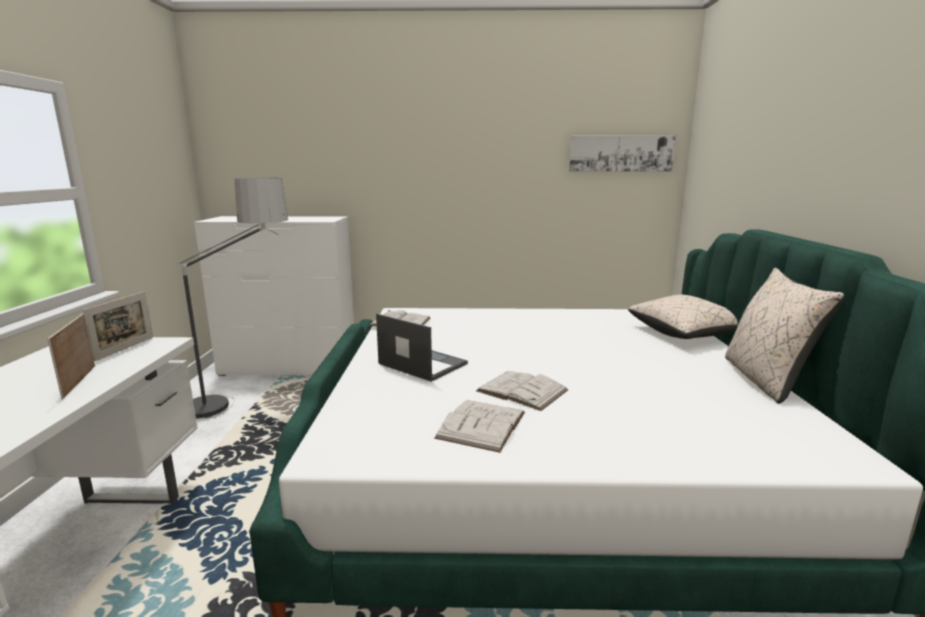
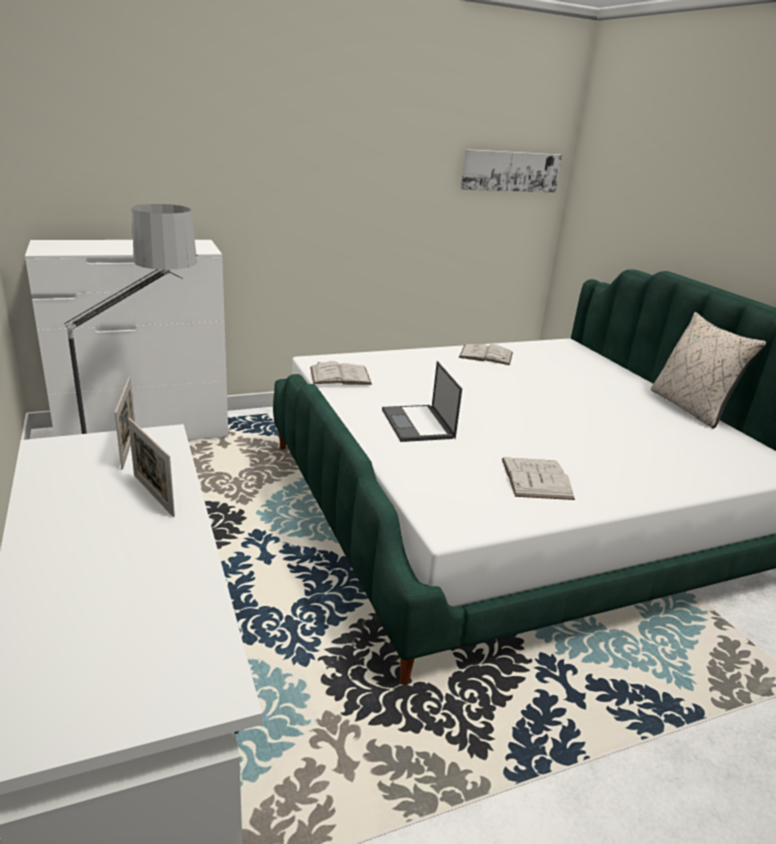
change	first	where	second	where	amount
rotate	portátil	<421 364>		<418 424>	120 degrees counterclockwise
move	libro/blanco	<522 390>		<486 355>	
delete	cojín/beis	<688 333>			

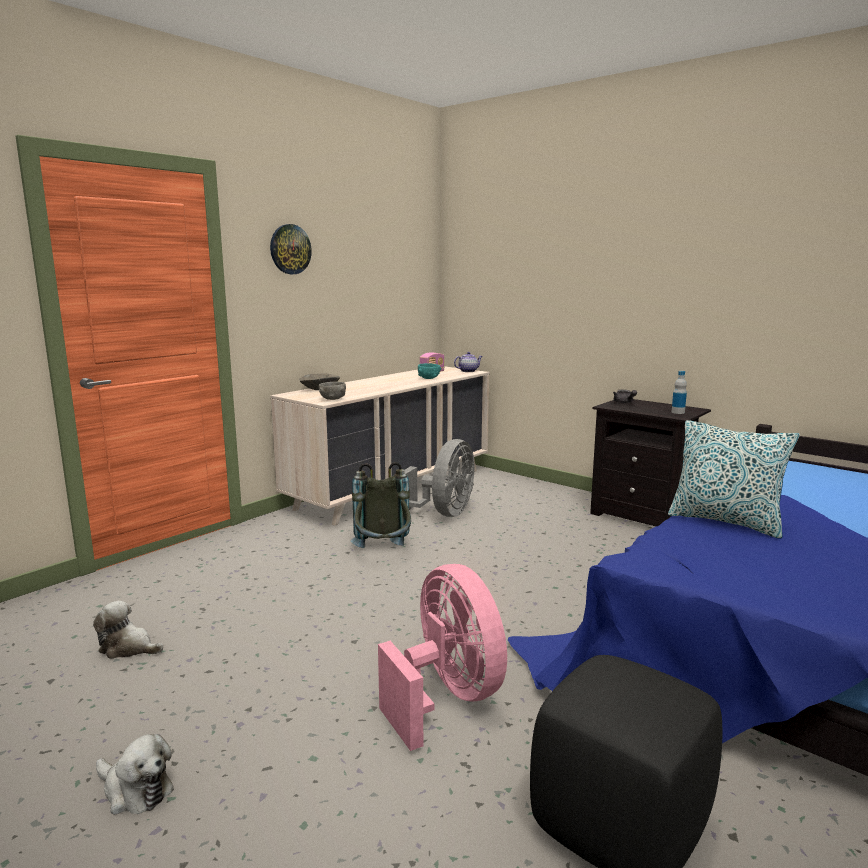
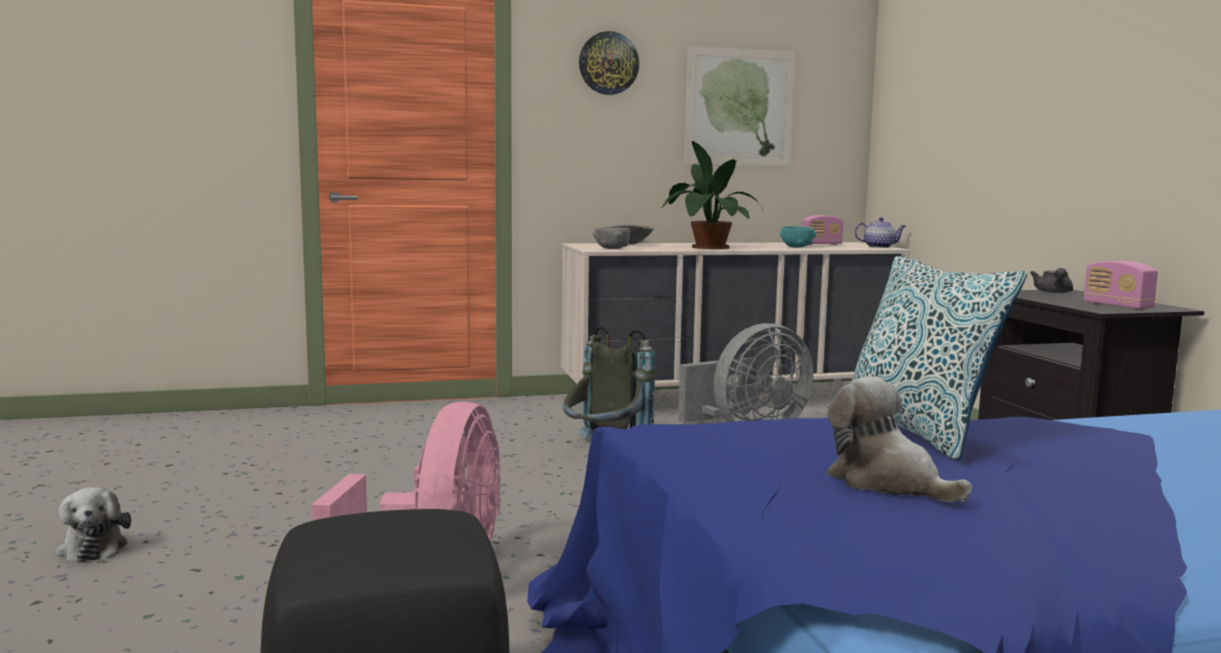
change	first	where	second	where	amount
move	peluche	<128 648>		<887 482>	
replace	botella	<678 412>	radio	<1117 306>	
insert			planta en maceta	<707 247>	
insert			cuadro	<739 108>	

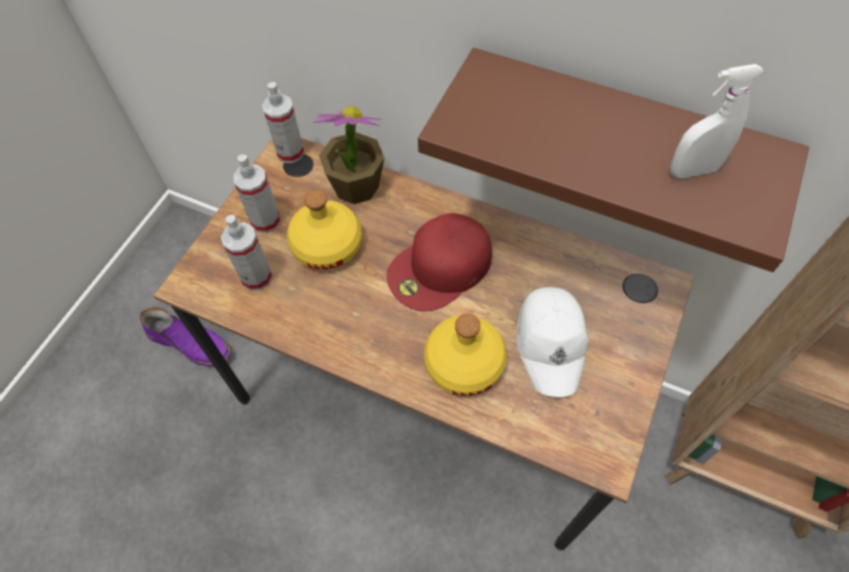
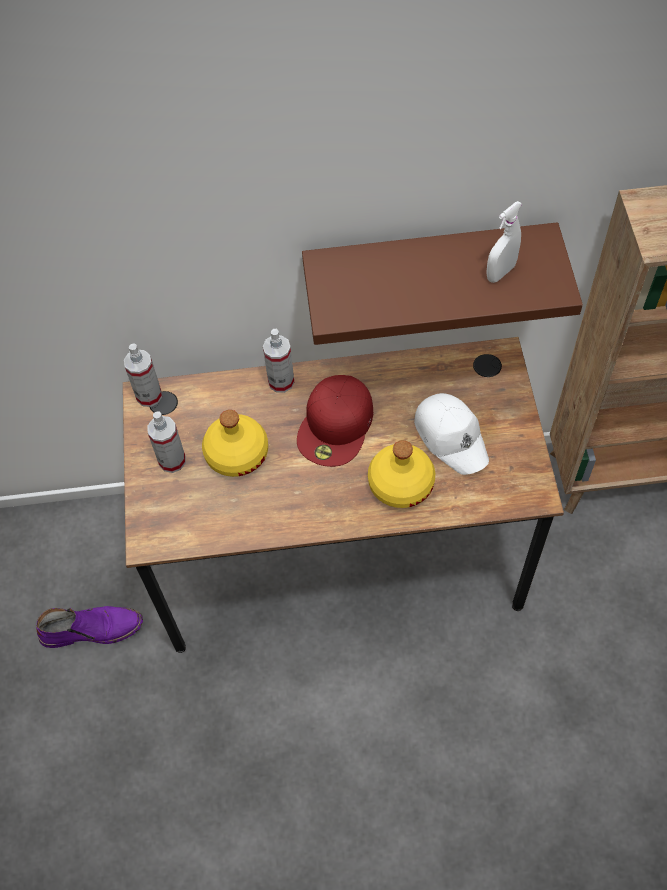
change	first	where	second	where	amount
move	pulverizador	<256 277>		<281 382>	
delete	planta en maceta	<356 186>			

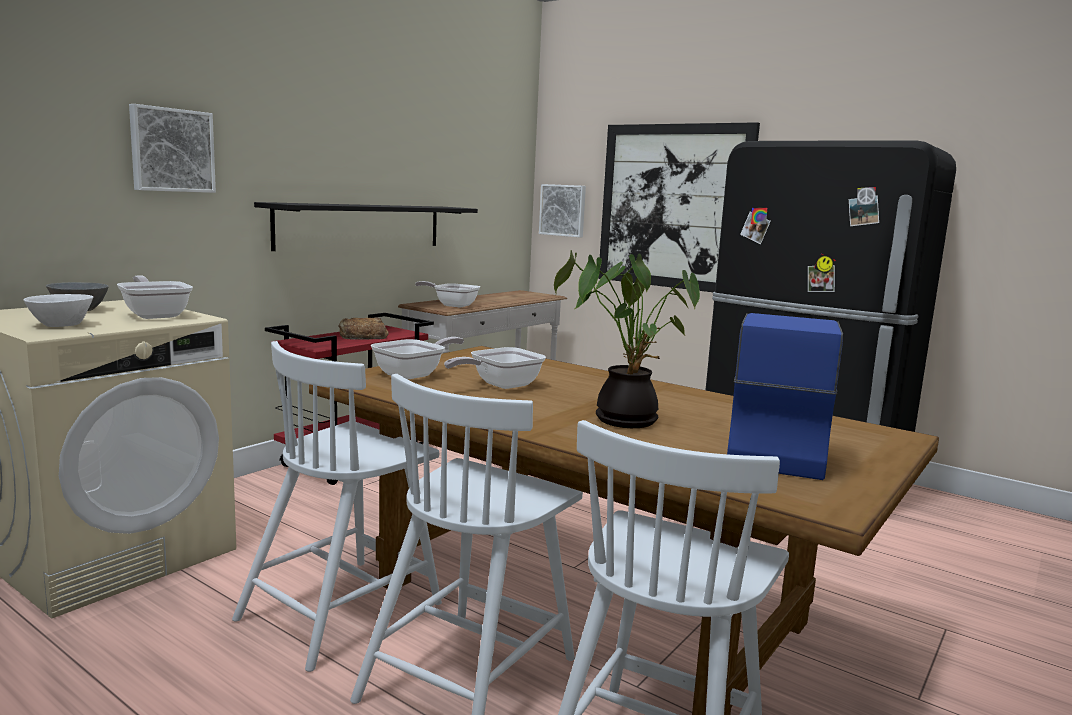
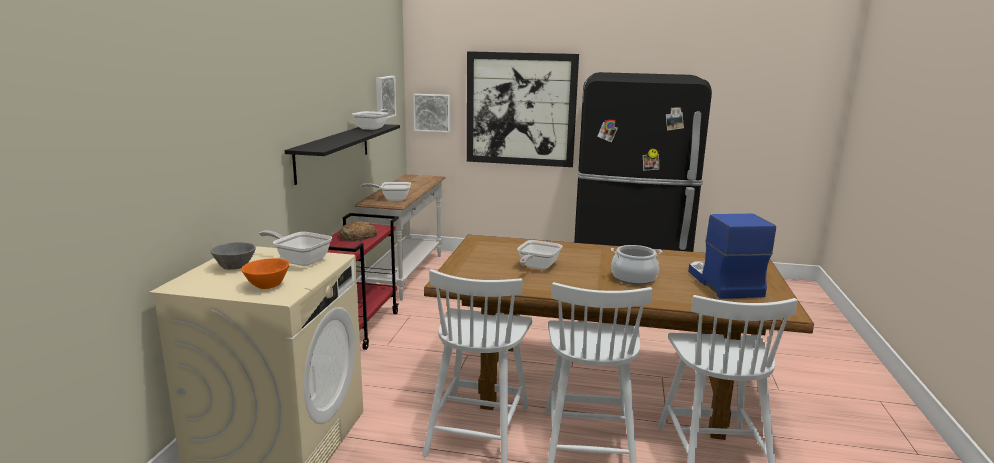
change	first	where	second	where	amount
recolor	cuenco/blanco	<61 325>	cuenco/naranja	<266 285>	
move	cuadro	<171 150>		<384 97>	
move	sartén	<414 374>		<373 128>	
replace	planta en maceta	<624 419>	olla	<634 278>	

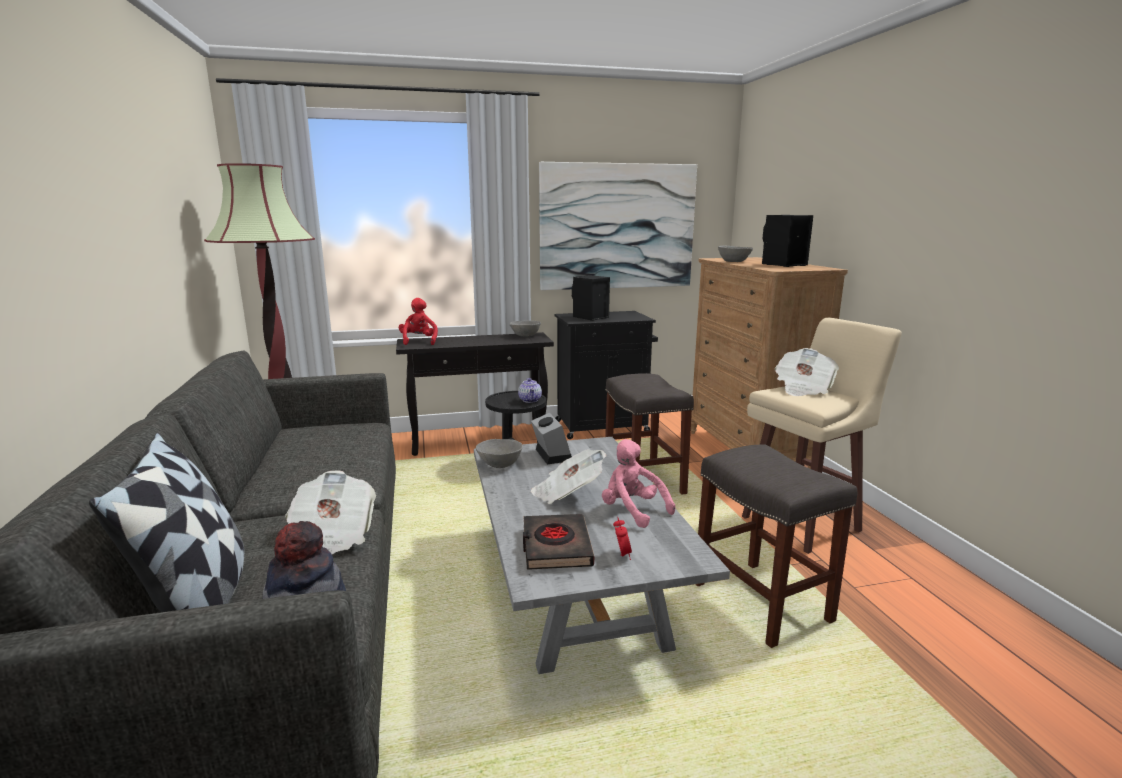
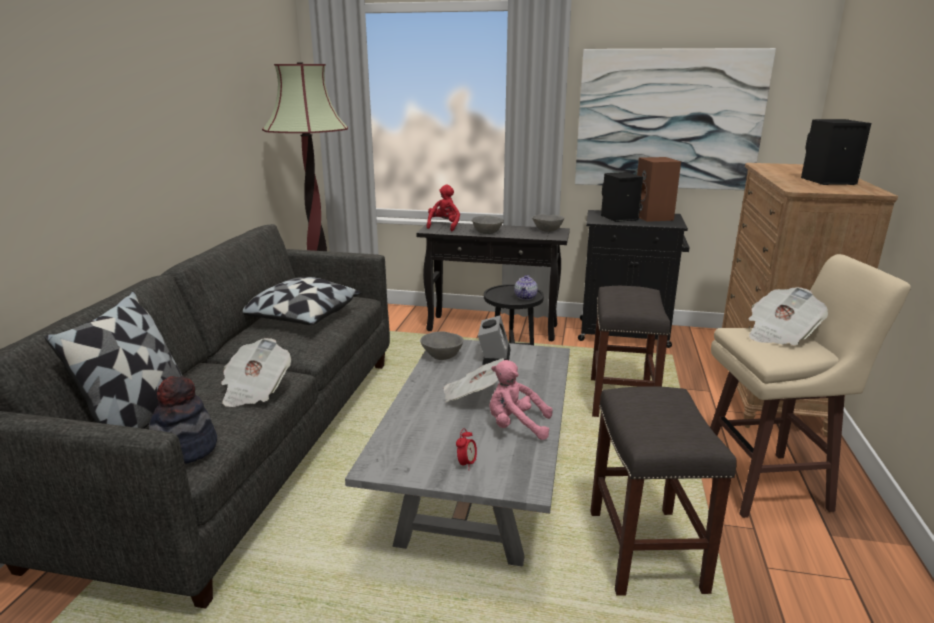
change	first	where	second	where	amount
delete	libro/negro	<556 547>			
rotate	peluche/rosa	<632 511>		<516 426>	60 degrees counterclockwise
move	cuenco/gris	<734 261>		<487 232>	
insert			cojín	<302 318>	
insert			altavoz/marrón	<654 217>	

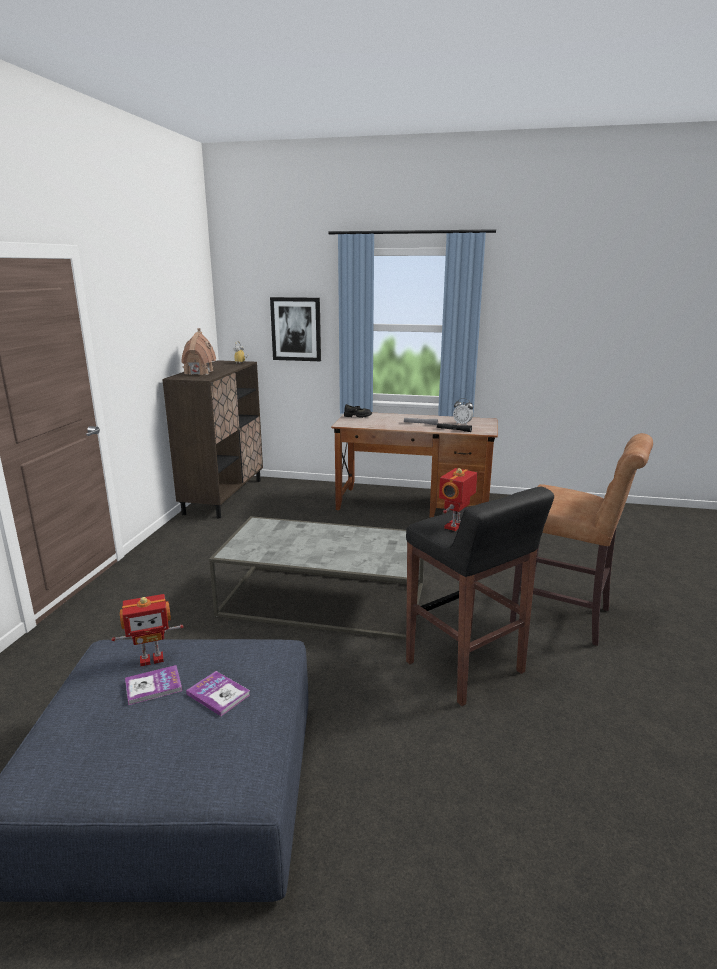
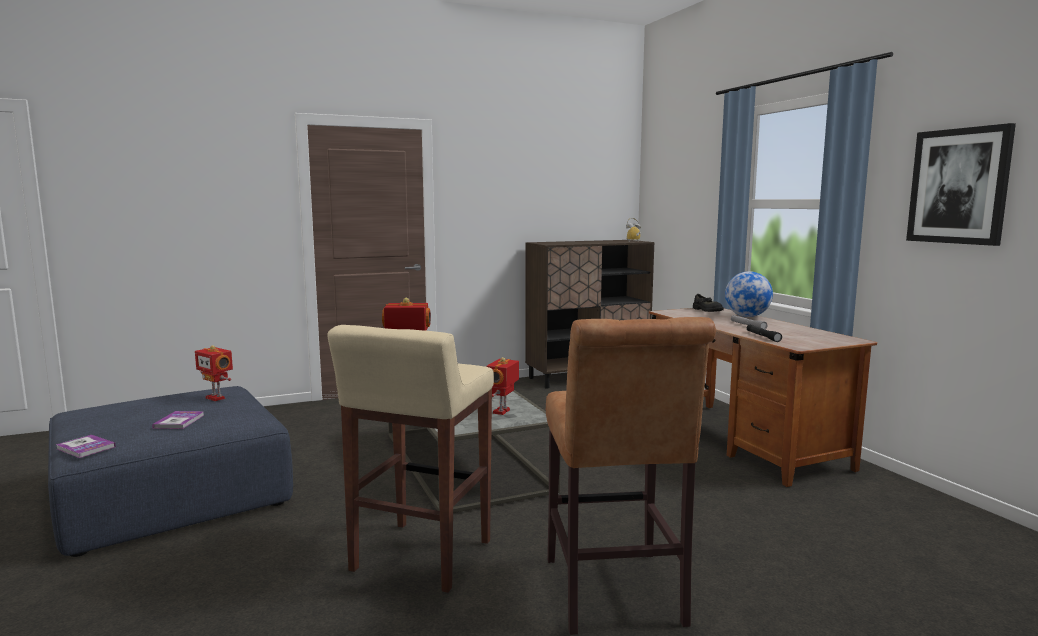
change	first	where	second	where	amount
move	libro	<153 686>		<86 448>	
delete	casita	<198 372>			
move	cuadro	<296 329>		<958 186>	
recolor	taburete/negro	<465 668>	taburete/beis	<420 557>	
delete	despertador	<462 424>			
insert			robot de juguete	<502 411>	
insert			globo terráqueo	<747 316>	

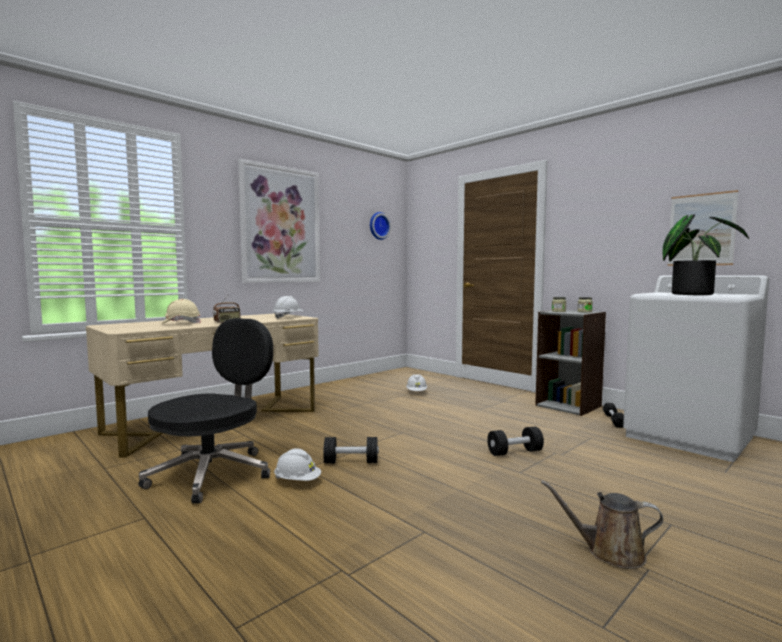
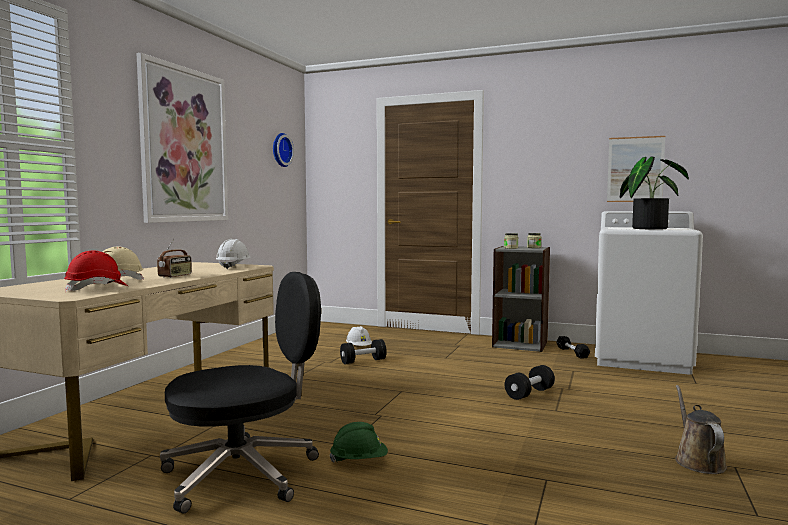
change	first	where	second	where	amount
rotate	silla de oficina/negro	<213 473>		<244 473>	60 degrees clockwise
recolor	casco/blanco	<297 481>	casco/verde	<359 461>	
move	mancuerna/negro	<351 462>		<363 361>	
rotate	regadera/marrón	<609 552>		<697 461>	105 degrees clockwise
insert			casco/rojo	<97 289>	

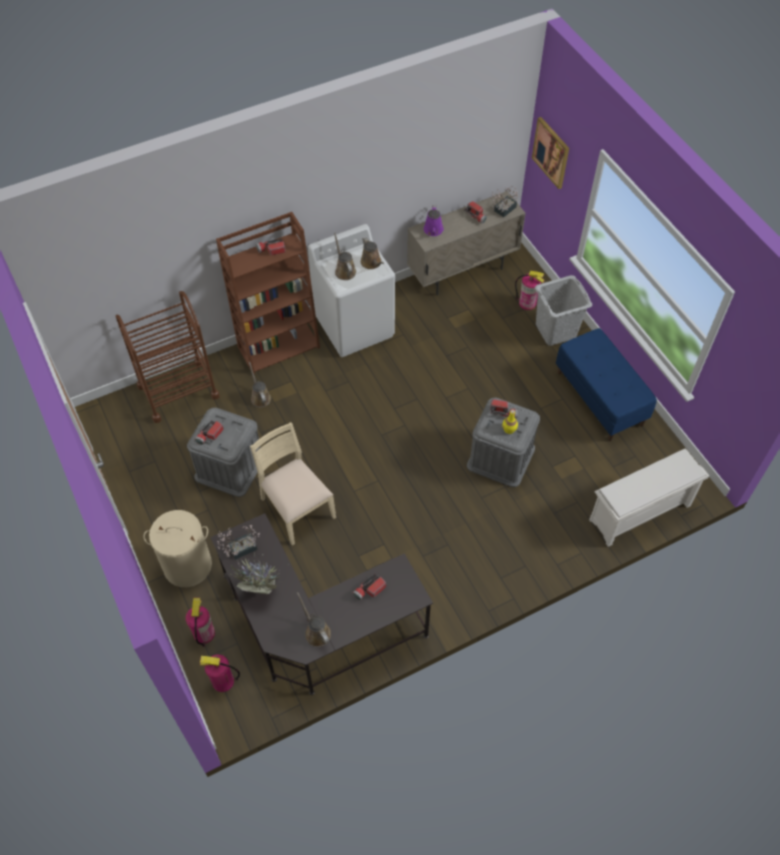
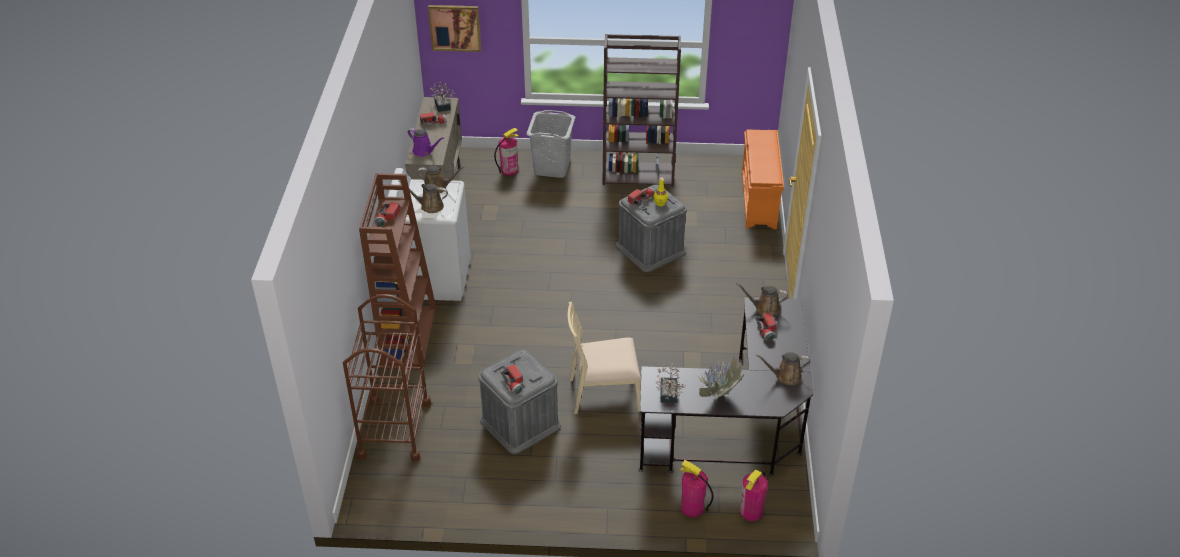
change	first	where	second	where	amount
delete	cesto de la ropa/beis	<187 565>			
move	regadera/marrón	<260 397>		<764 309>	
replace	banco/azul	<600 398>	estantería/marrón	<639 174>	
recolor	zapatero/blanco	<639 514>	zapatero/naranja	<759 201>	

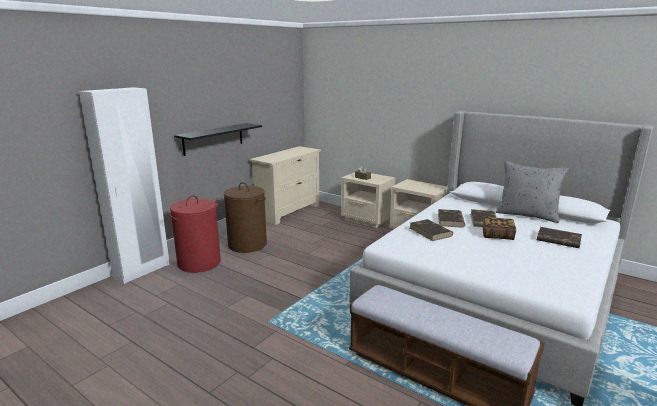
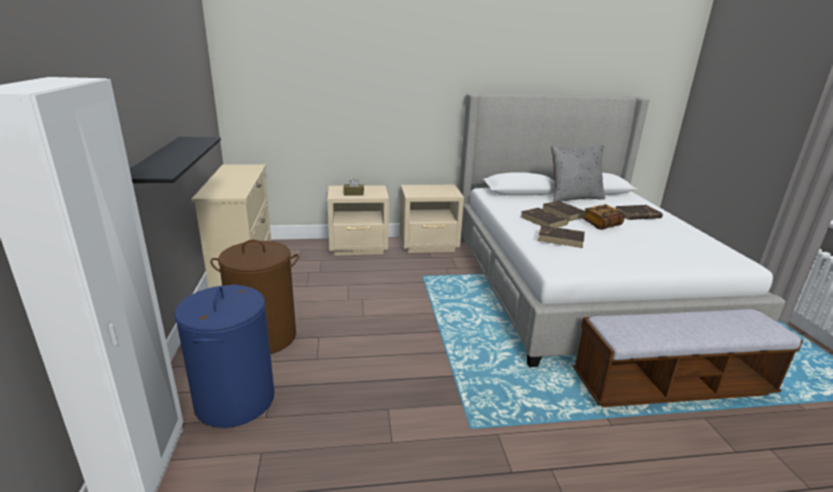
change	first	where	second	where	amount
recolor	cesto de la ropa/rojo	<199 263>	cesto de la ropa/azul	<235 400>	

